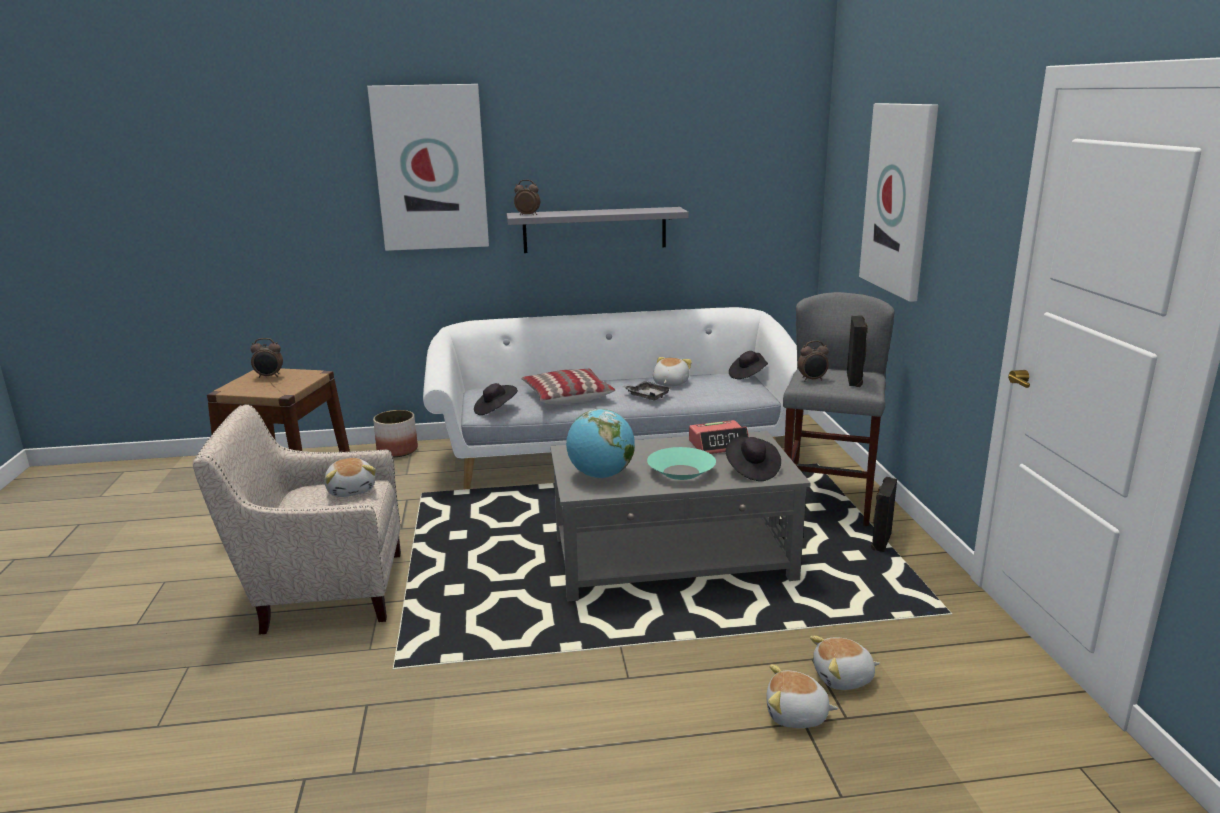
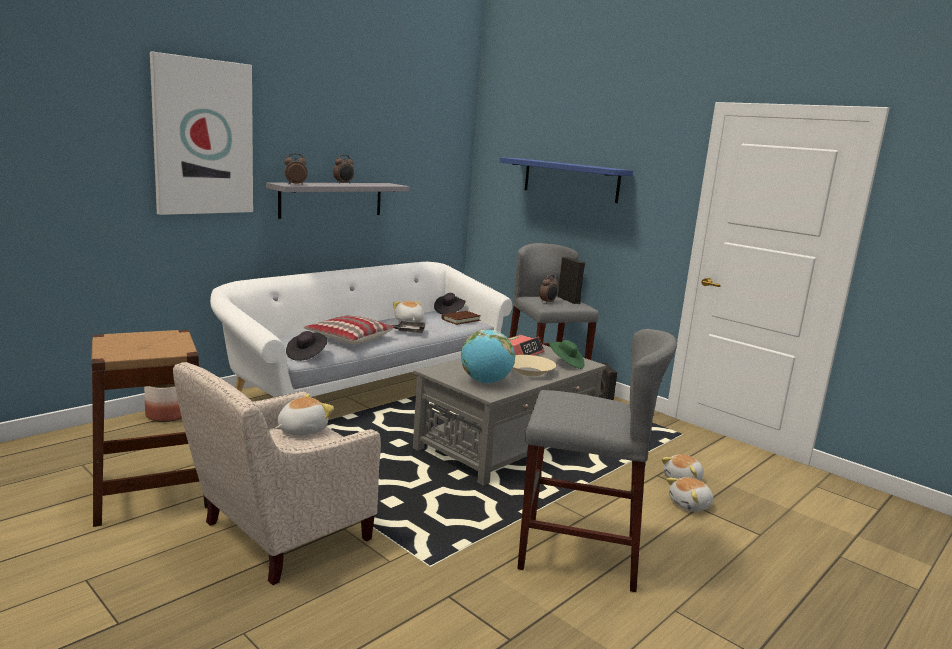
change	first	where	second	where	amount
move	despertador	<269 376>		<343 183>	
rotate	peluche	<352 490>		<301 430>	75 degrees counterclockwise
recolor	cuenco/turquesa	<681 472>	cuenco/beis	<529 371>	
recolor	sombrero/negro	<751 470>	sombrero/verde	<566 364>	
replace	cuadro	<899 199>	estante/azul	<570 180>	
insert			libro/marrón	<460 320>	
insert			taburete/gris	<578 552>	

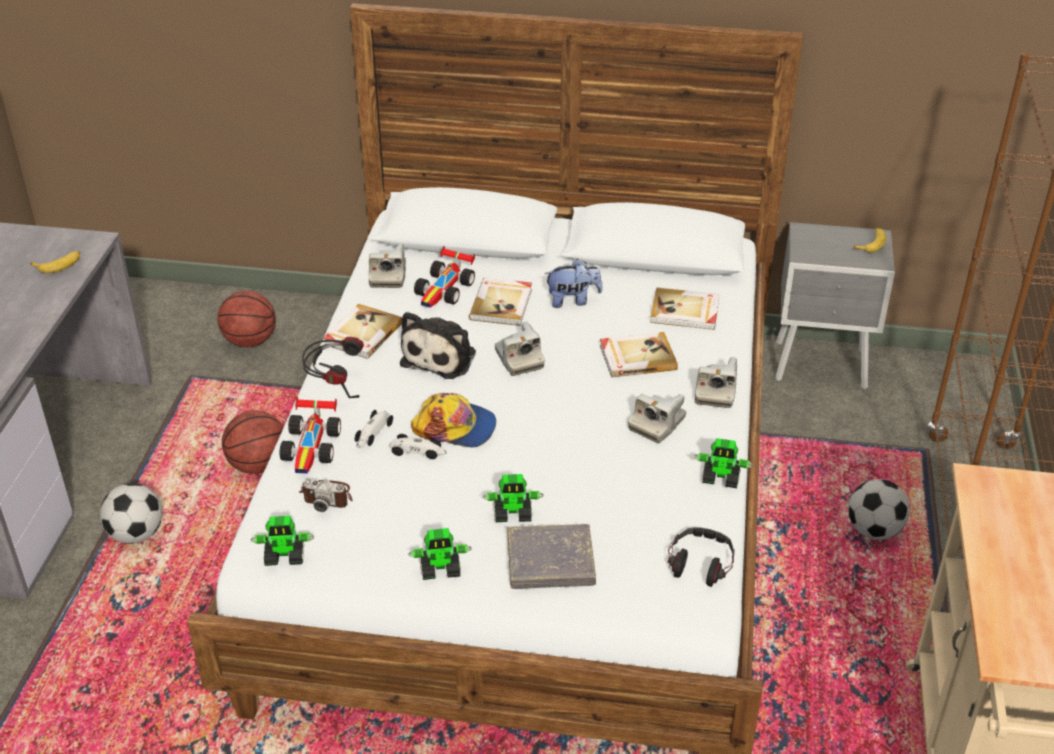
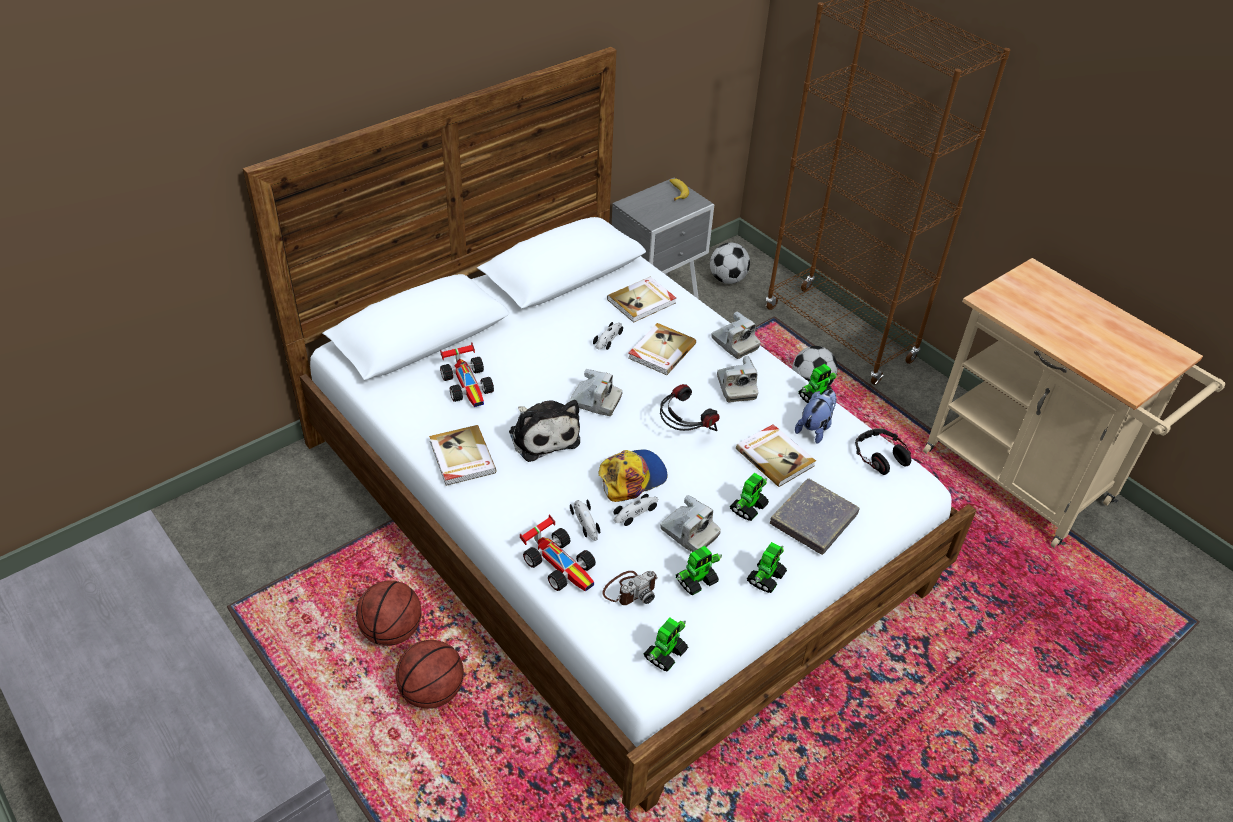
change	first	where	second	where	amount
delete	plátano	<59 265>			
move	balón de fútbol	<137 534>		<727 279>	
move	balón de baloncesto	<250 341>		<432 692>	
move	auriculares	<335 386>		<684 432>	
move	cámara	<388 276>		<689 533>	
move	libro	<502 304>		<775 457>	
move	peluche	<573 300>		<815 428>	
insert			coche de juguete	<609 338>	
insert			robot de juguete	<697 581>	

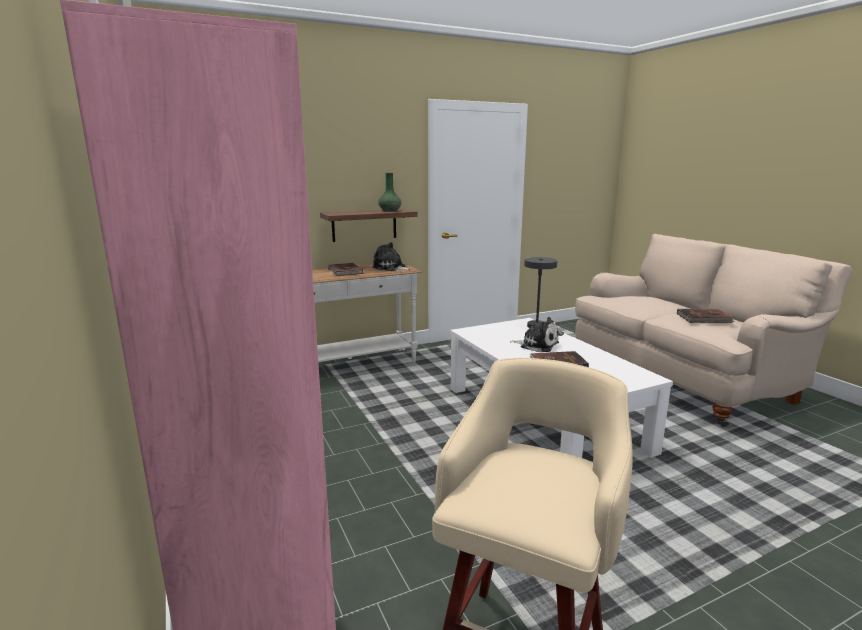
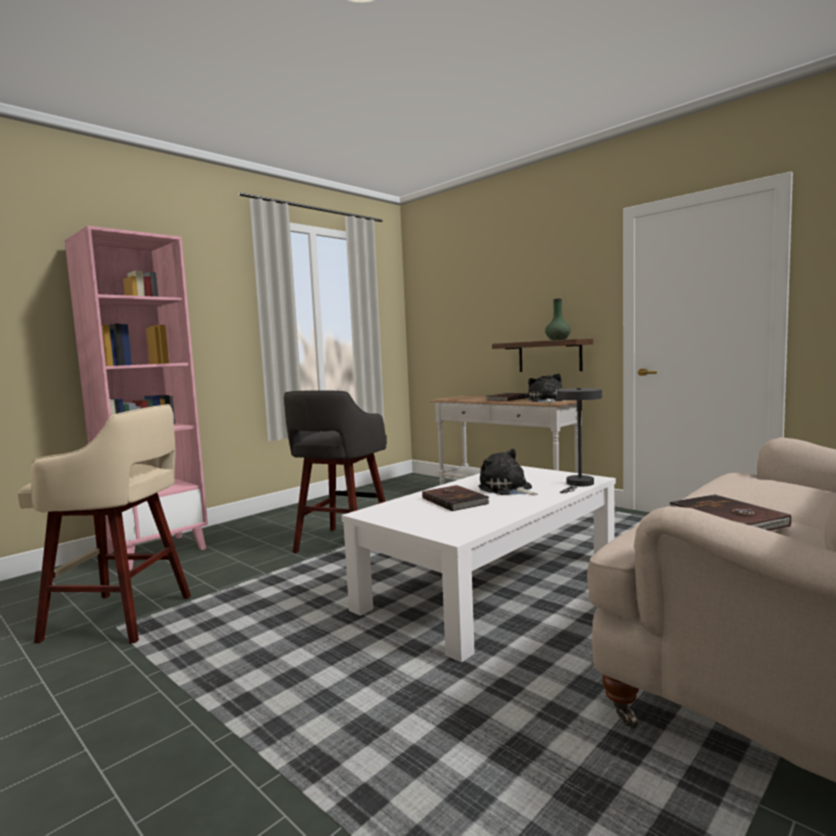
change	first	where	second	where	amount
rotate	peluche	<537 345>		<507 489>	135 degrees clockwise
insert			taburete/gris	<342 544>	

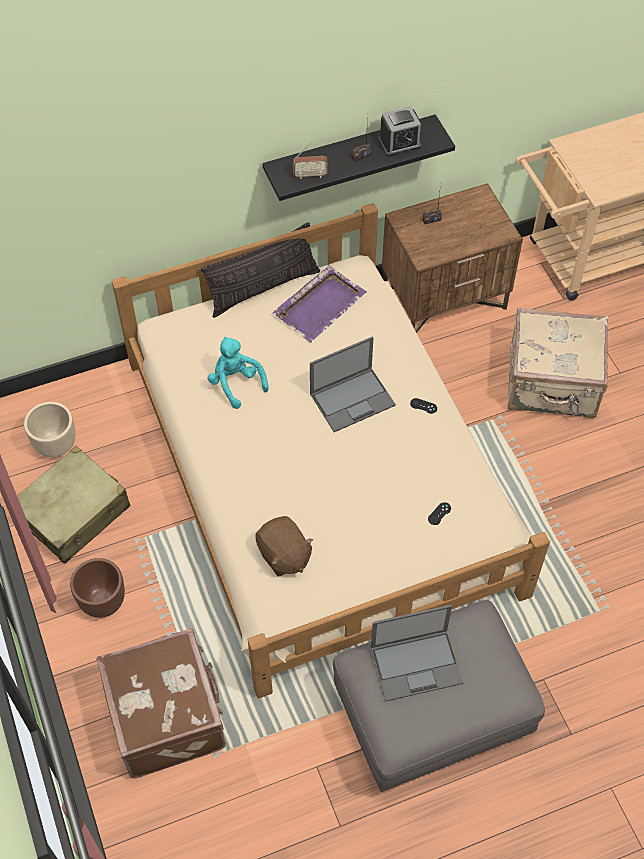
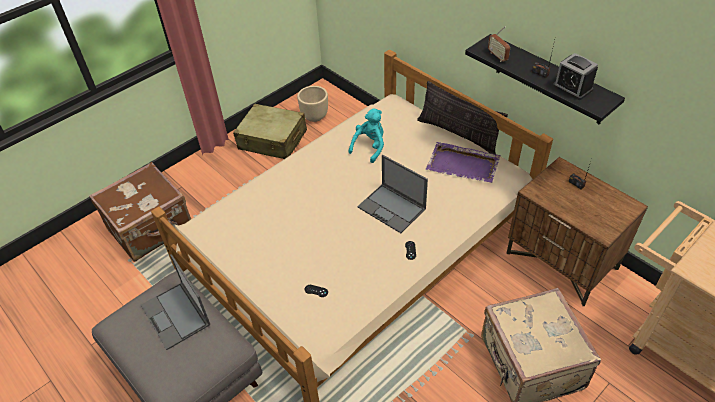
change	first	where	second	where	amount
delete	maceta/marrón	<102 601>			
delete	peluche/marrón	<284 555>			

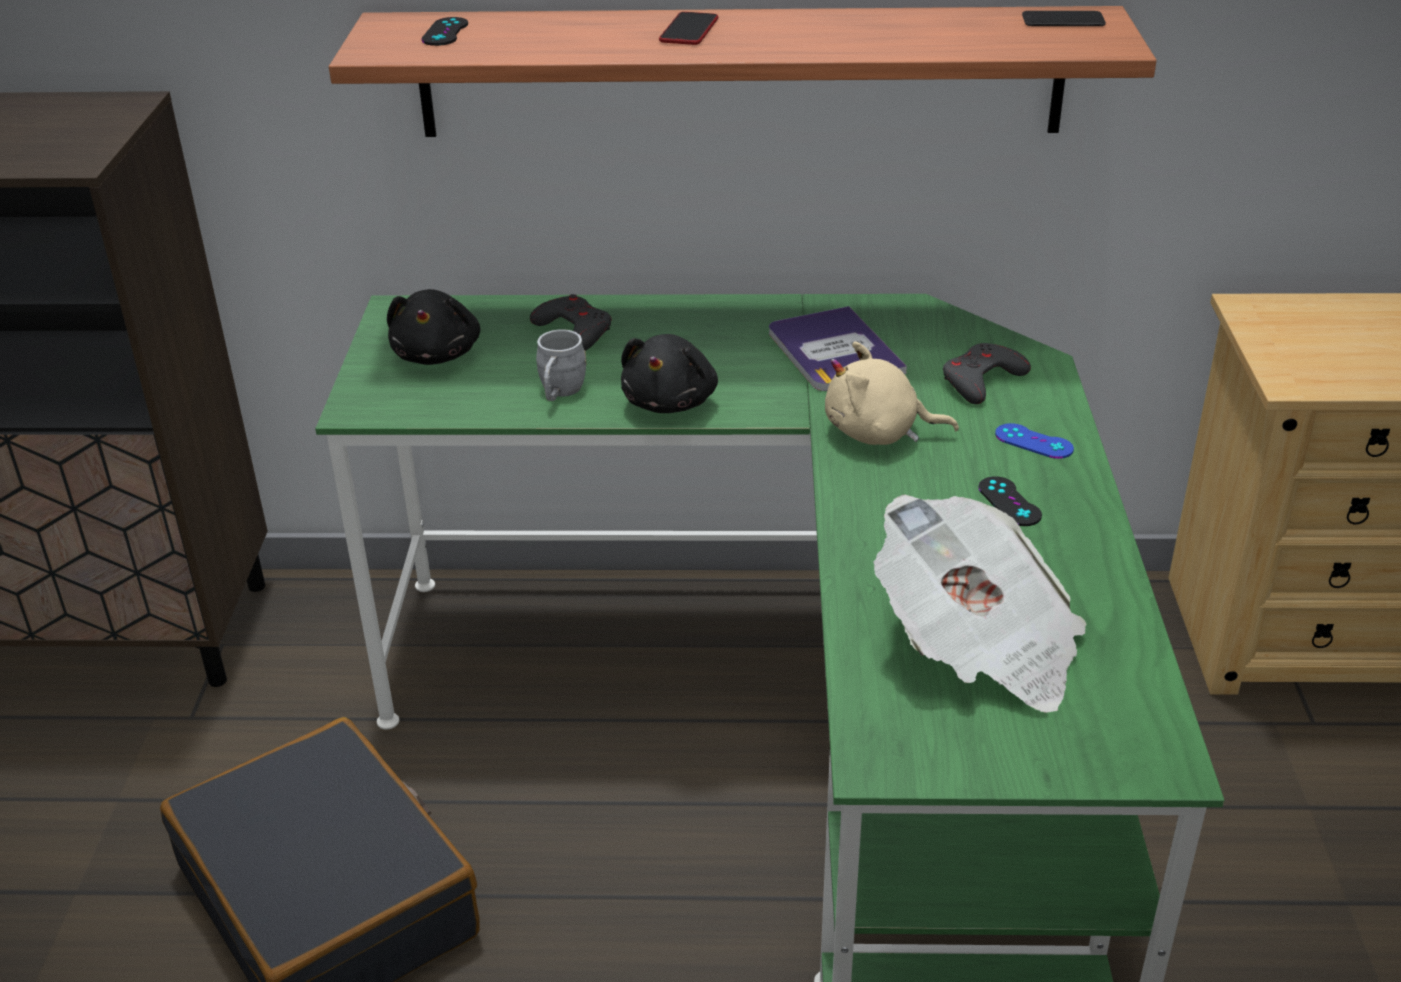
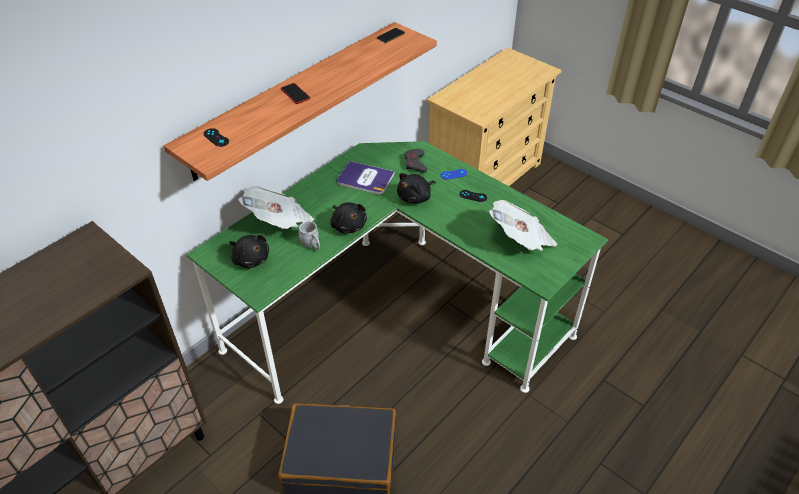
change	first	where	second	where	amount
replace	mando de consola/gris	<574 330>	periódico	<279 221>	
recolor	peluche/beis	<878 433>	peluche/negro	<415 197>	

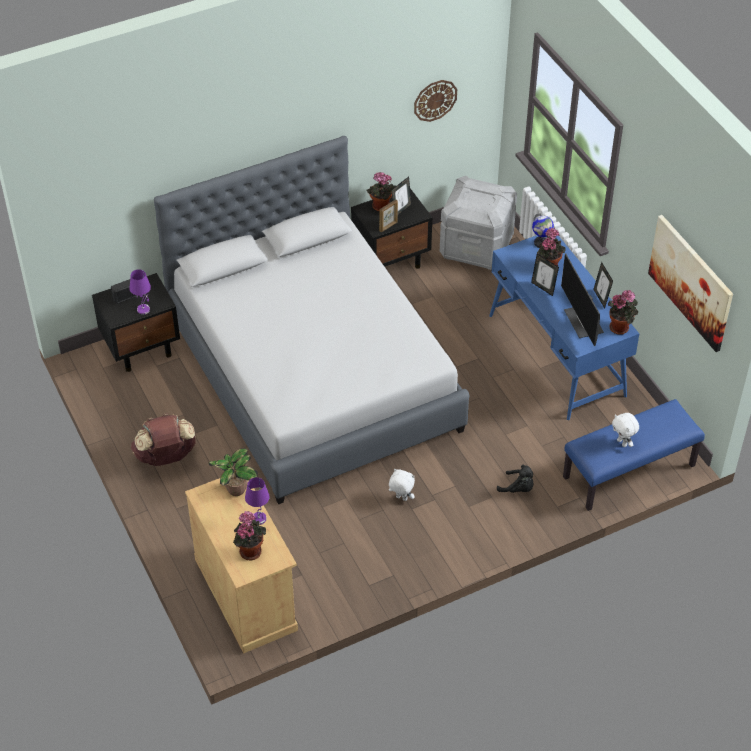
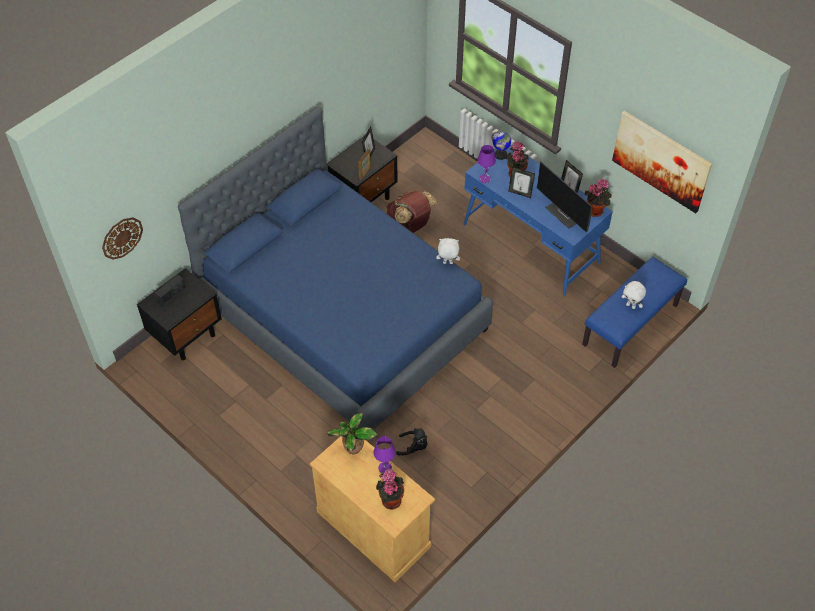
change	first	where	second	where	amount
move	lámpara de mesa/morado	<143 309>		<485 179>	
move	mochila/marrón	<166 457>		<409 227>	
recolor	cama/gris	<314 374>	cama/azul	<343 315>	
delete	planta en maceta	<380 207>			
move	peluche/blanco	<401 498>		<447 263>	
move	reloj de pared	<435 100>		<122 237>	
delete	caja de almacenaje/gris	<477 247>			
move	peluche/negro	<518 488>		<414 447>	

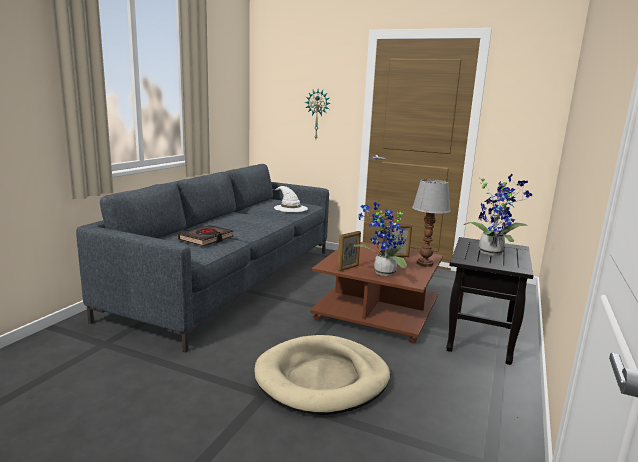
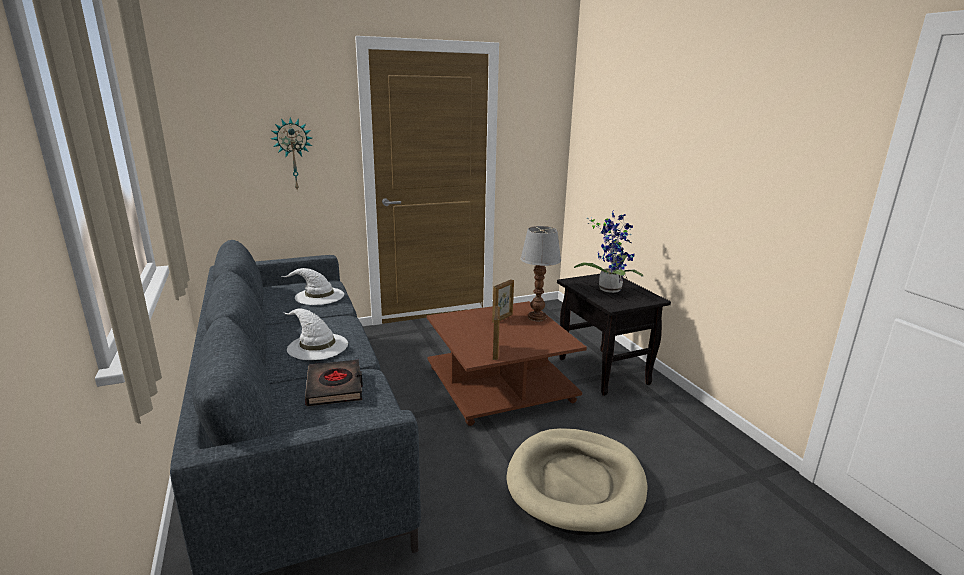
change	first	where	second	where	amount
delete	planta en maceta	<382 273>			
insert			sombrero/blanco	<316 346>	

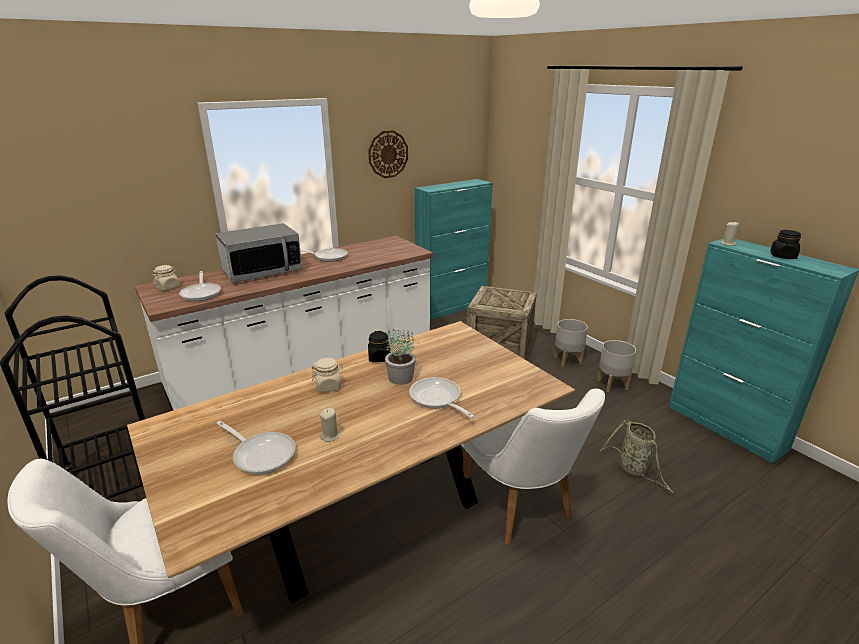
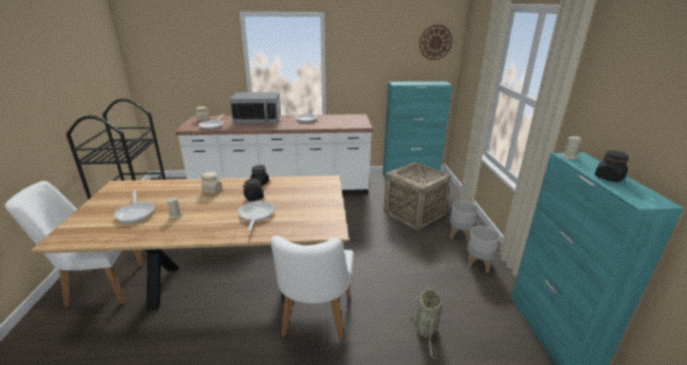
change	first	where	second	where	amount
move	reloj de pared	<388 154>		<435 42>	
replace	planta en maceta	<401 378>	tarro/negro	<254 197>	

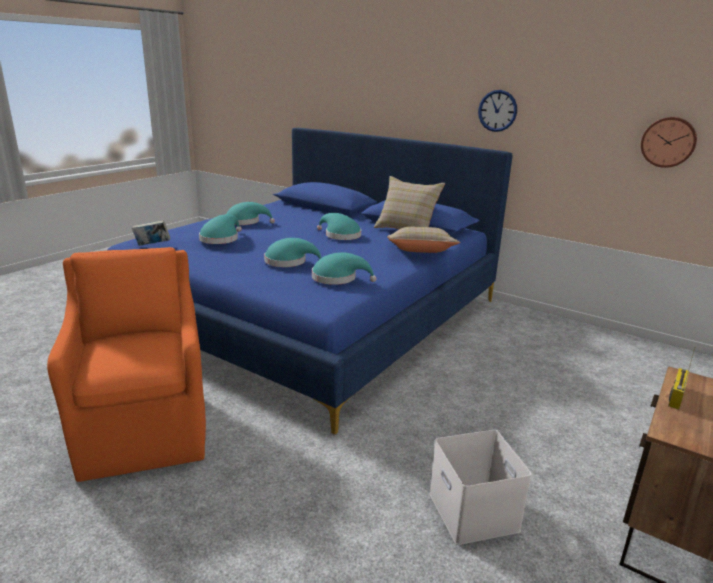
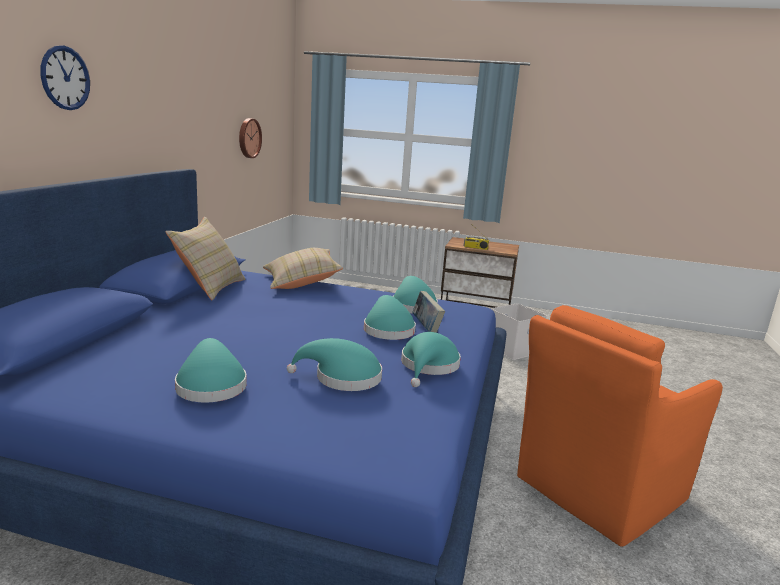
change	first	where	second	where	amount
move	libro	<152 245>		<426 327>	
move	sombrero/turquesa	<340 235>		<428 366>	
move	reloj de pared	<497 111>		<65 78>	

